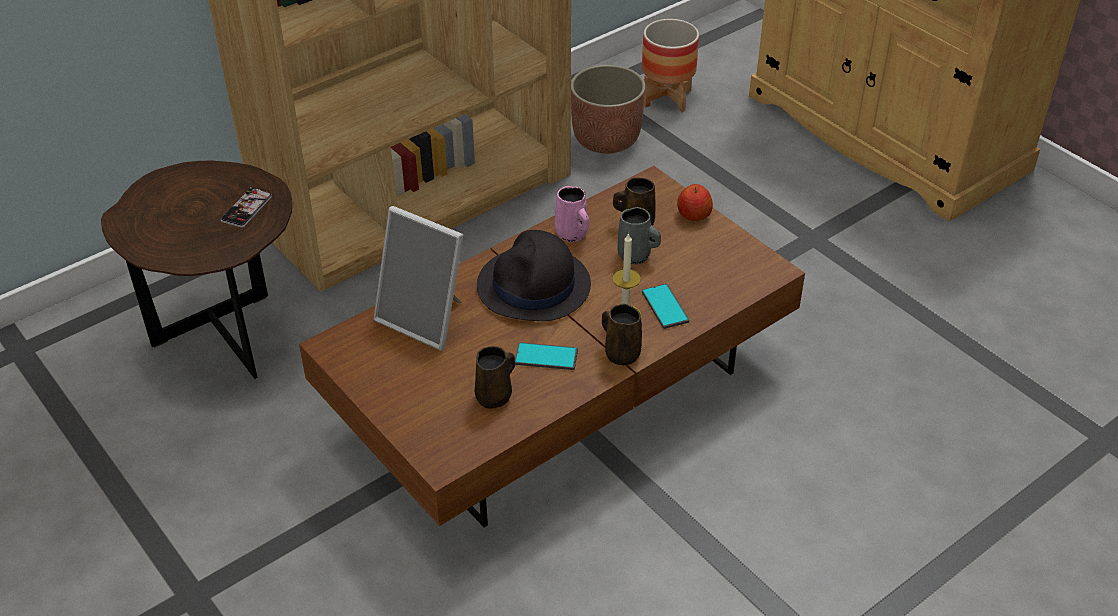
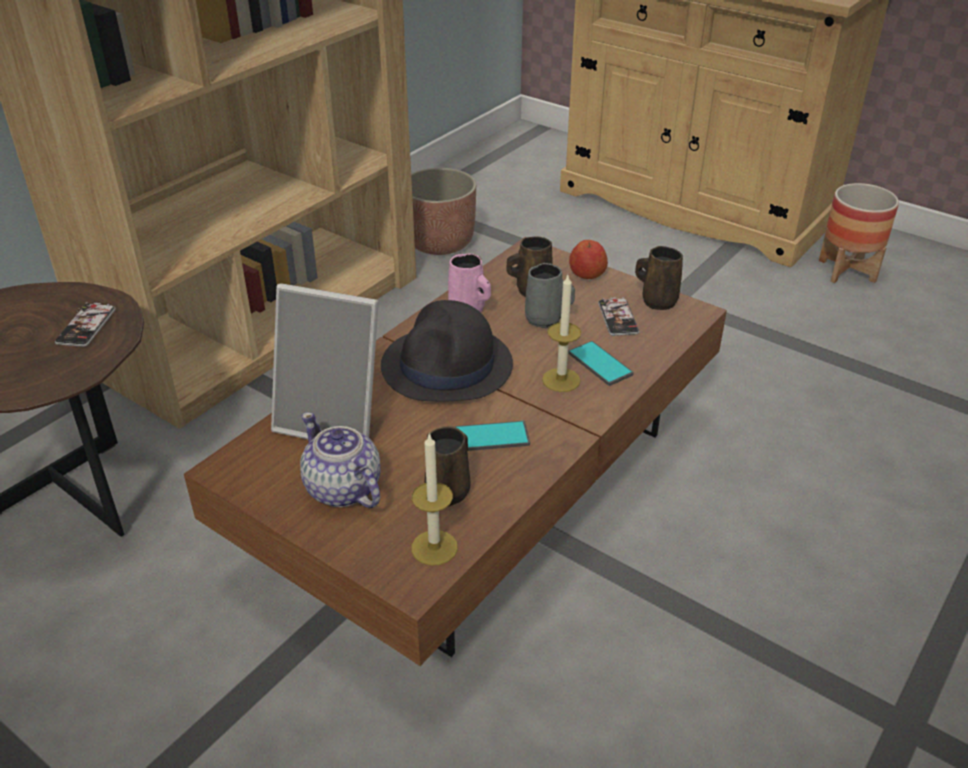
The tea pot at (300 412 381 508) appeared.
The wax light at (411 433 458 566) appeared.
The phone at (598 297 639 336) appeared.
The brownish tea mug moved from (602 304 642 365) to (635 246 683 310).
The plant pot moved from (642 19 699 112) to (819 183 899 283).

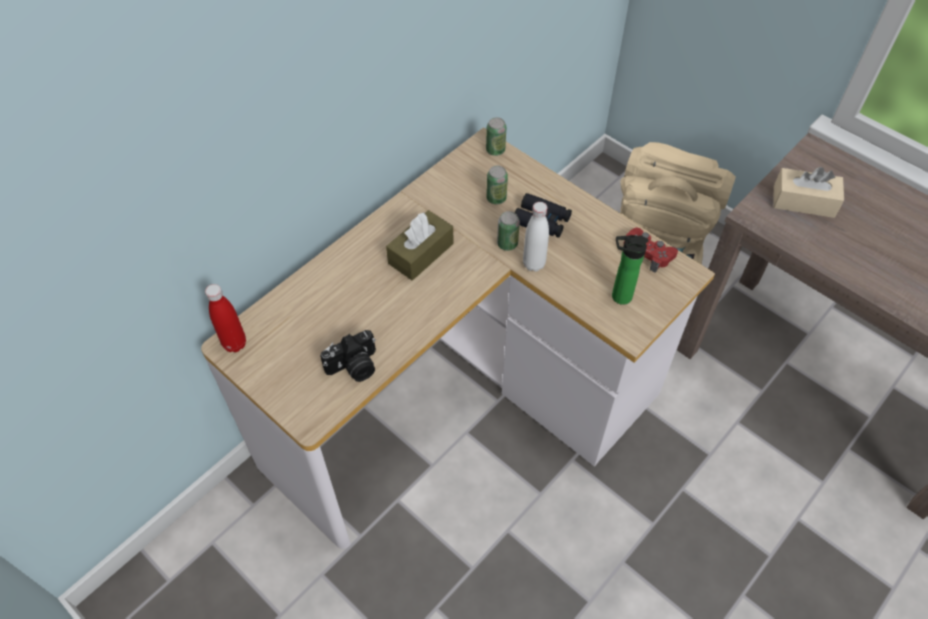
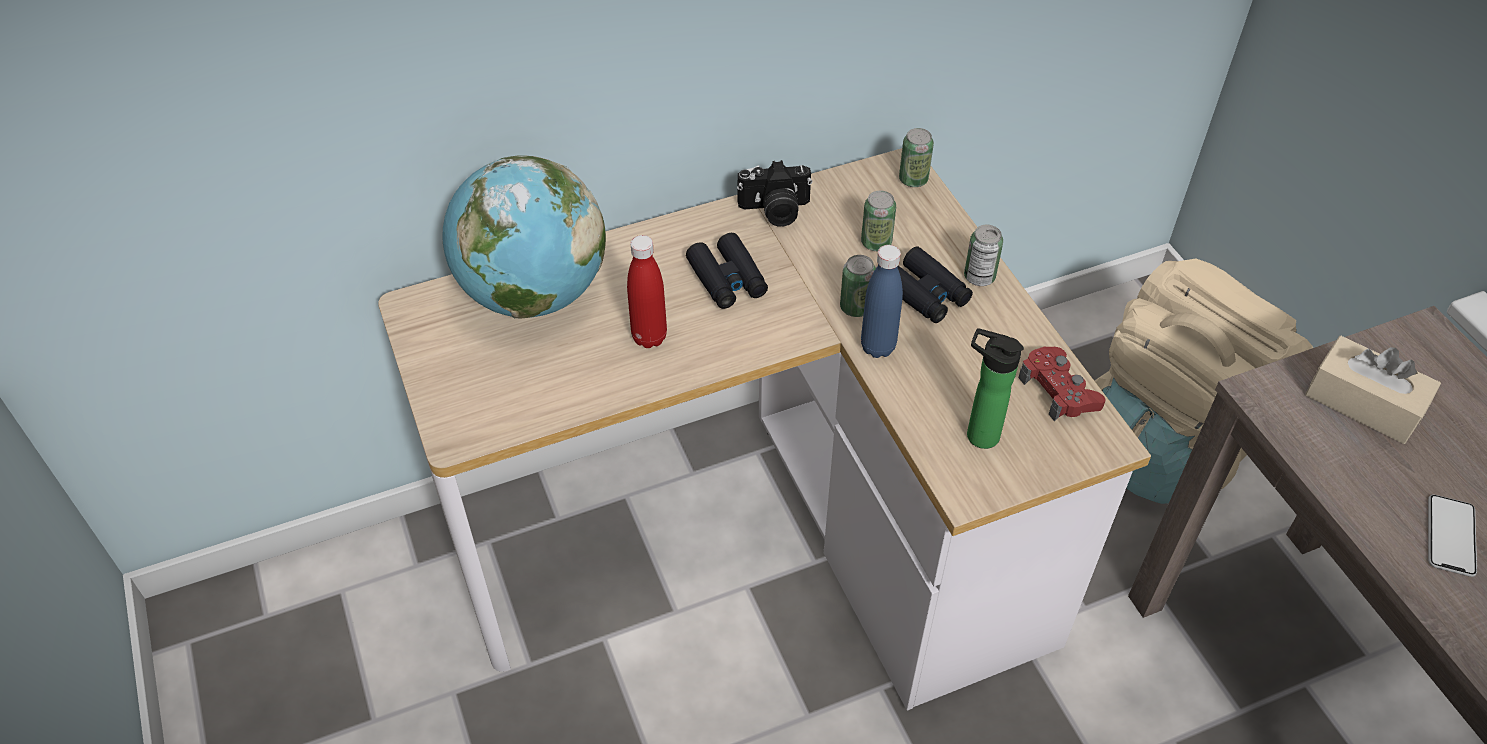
The desk globe at (442 155 606 318) appeared.
The red-coloured drink bottle moved from (205 284 246 352) to (627 235 667 348).
The brownish tissue box at (386 210 454 280) was replaced by the blackish field glasses at (686 233 768 309).
The still camera moved from (320 330 376 382) to (737 160 812 226).
The white-coloured drink bottle at (523 202 549 272) became the blue-coloured drink bottle at (861 245 903 358).
The sealed can at (964 225 1003 286) appeared.
The phone at (1428 495 1477 577) appeared.

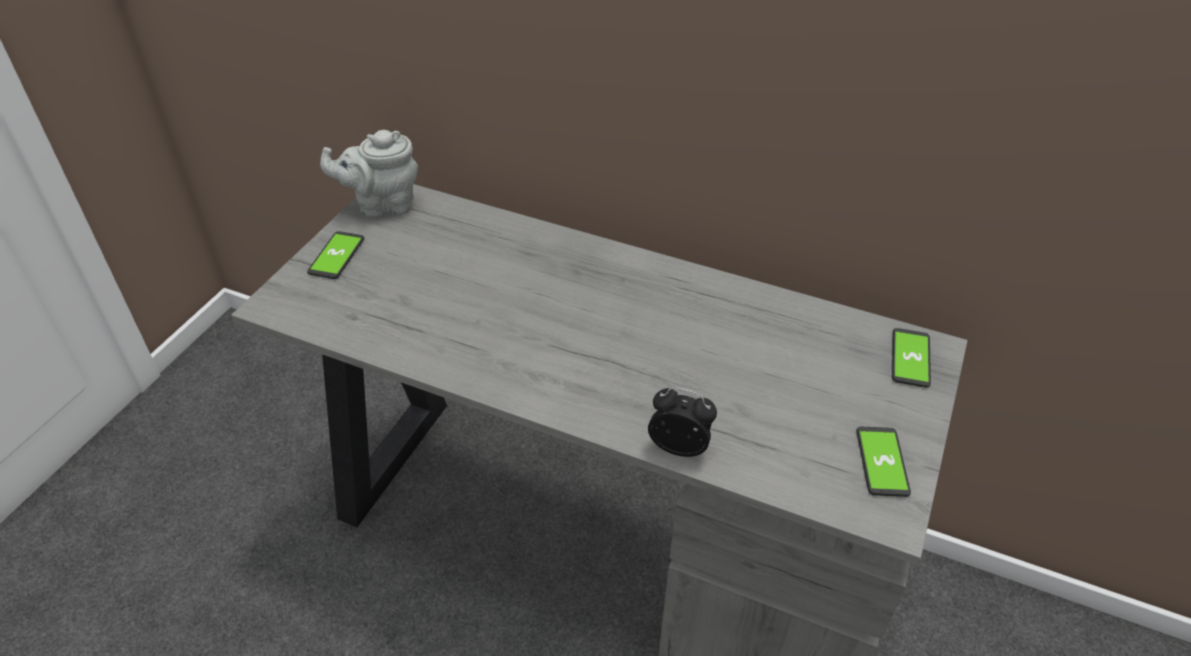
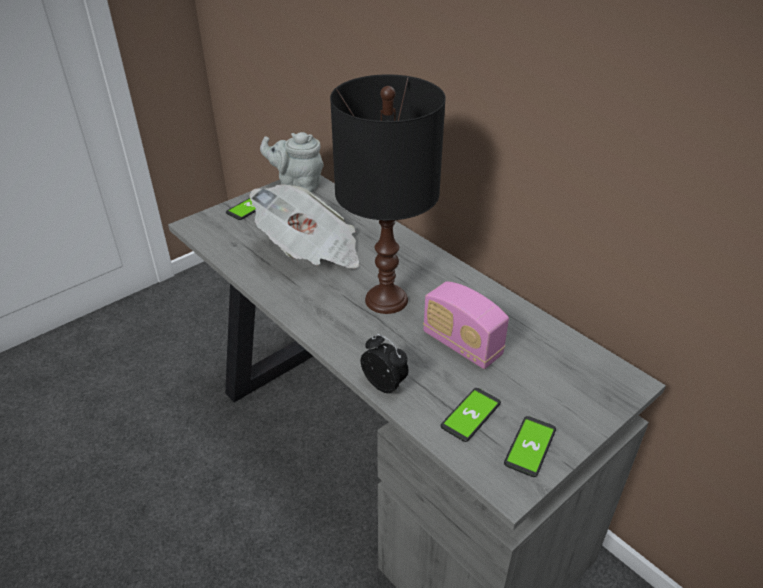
The printed paper at (249 185 359 269) appeared.
The blackish table lamp at (330 74 446 314) appeared.
The radio receiver at (423 281 509 369) appeared.
The phone moved from (892 328 931 388) to (441 388 501 442).

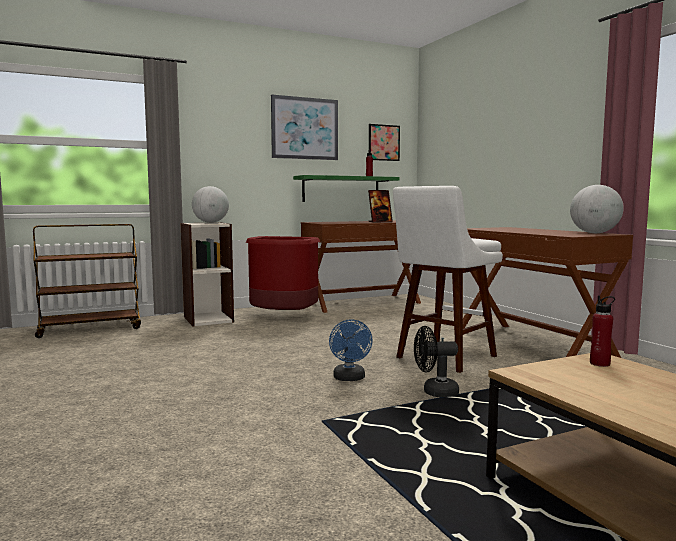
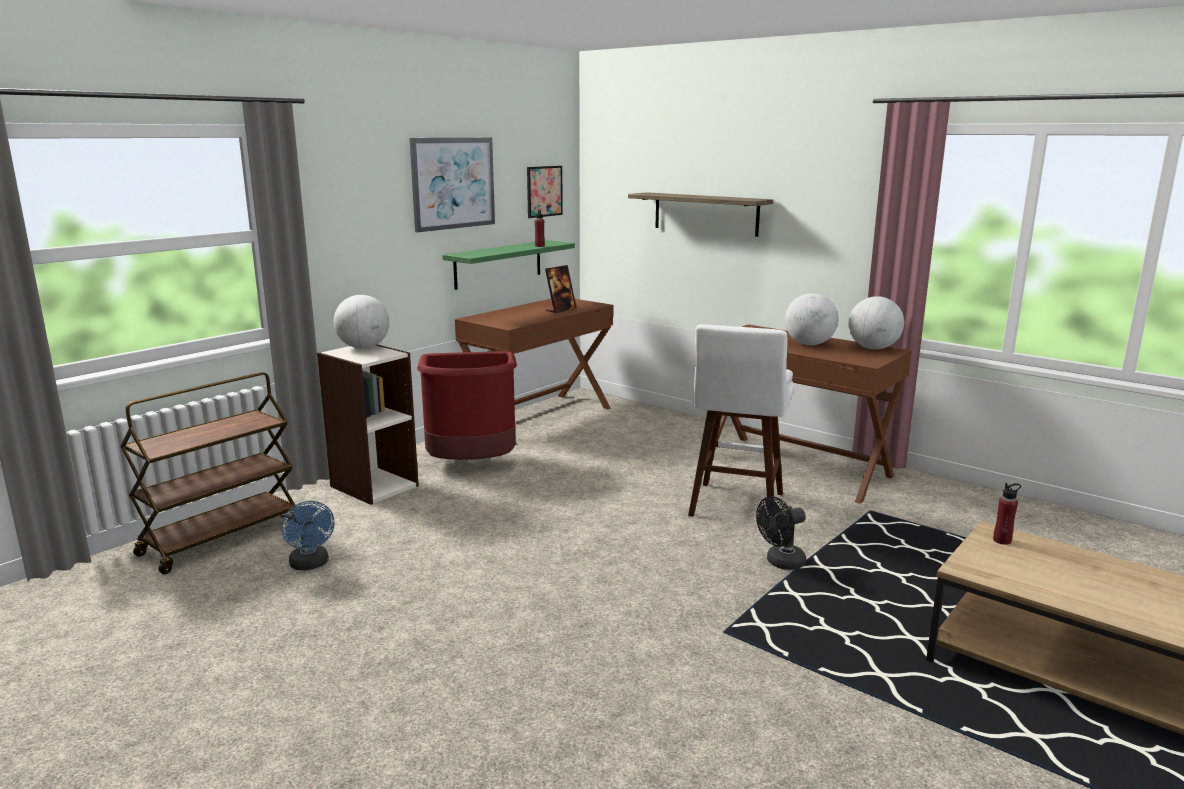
The blue-coloured cooling fan moved from (329 319 373 381) to (281 501 335 570).
The wall shelf at (628 192 773 237) appeared.
The desk globe at (785 293 838 345) appeared.

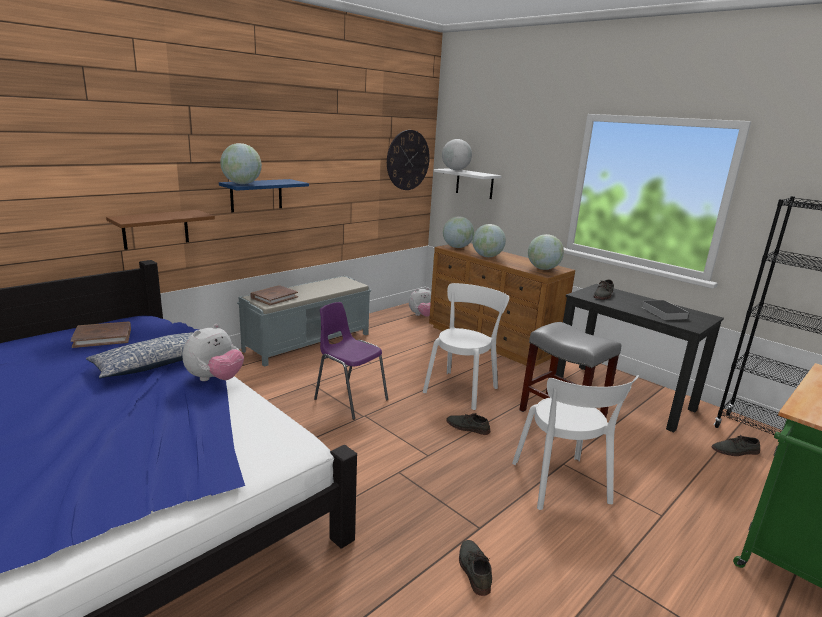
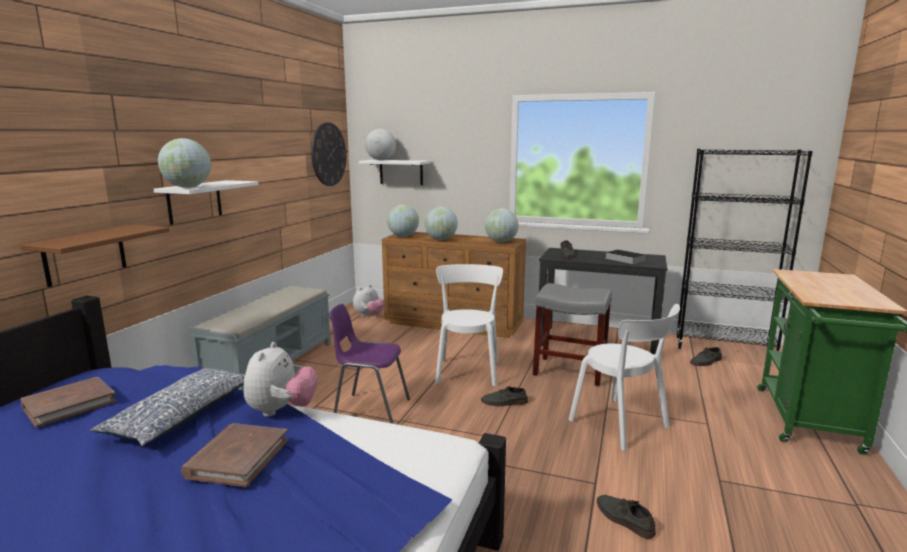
The blue-coloured wall shelf at (219 179 309 212) became the white-coloured wall shelf at (154 180 259 225).
The brownish book moved from (250 285 298 305) to (181 423 288 487).

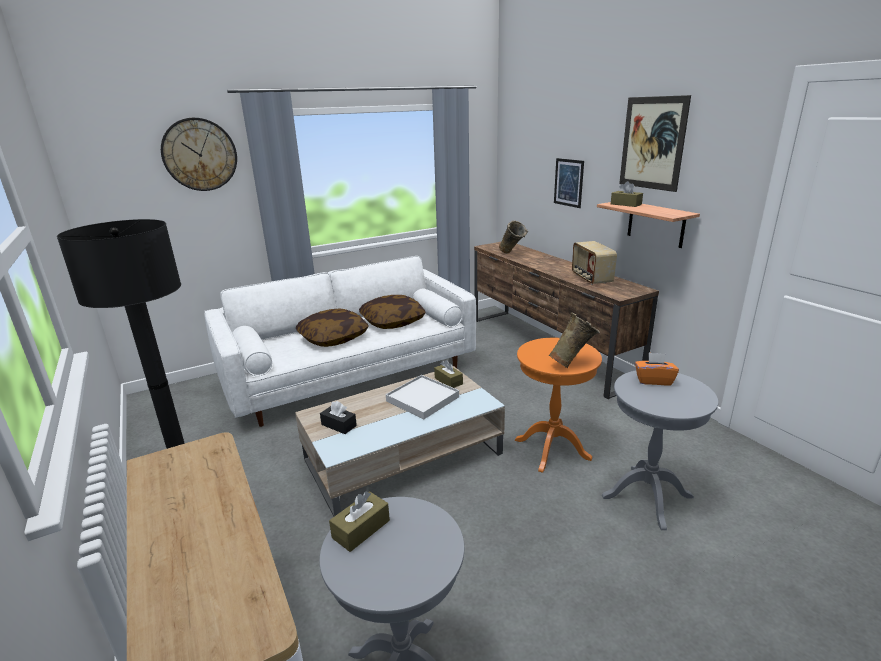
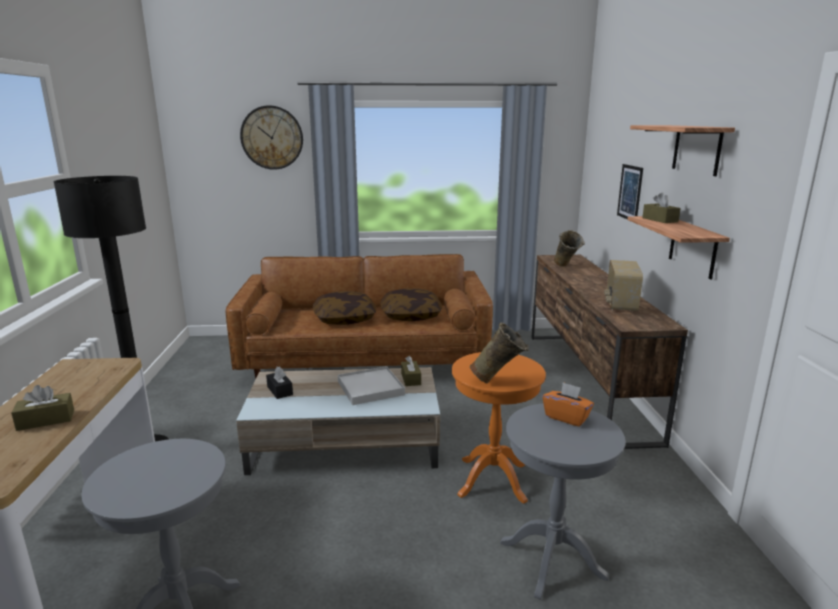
The brownish tissue box moved from (329 491 390 552) to (11 385 74 431).
The white-coloured sofa at (204 256 476 427) became the brownish sofa at (226 254 493 379).
The wall art at (619 95 691 192) was replaced by the wall shelf at (630 125 735 176).

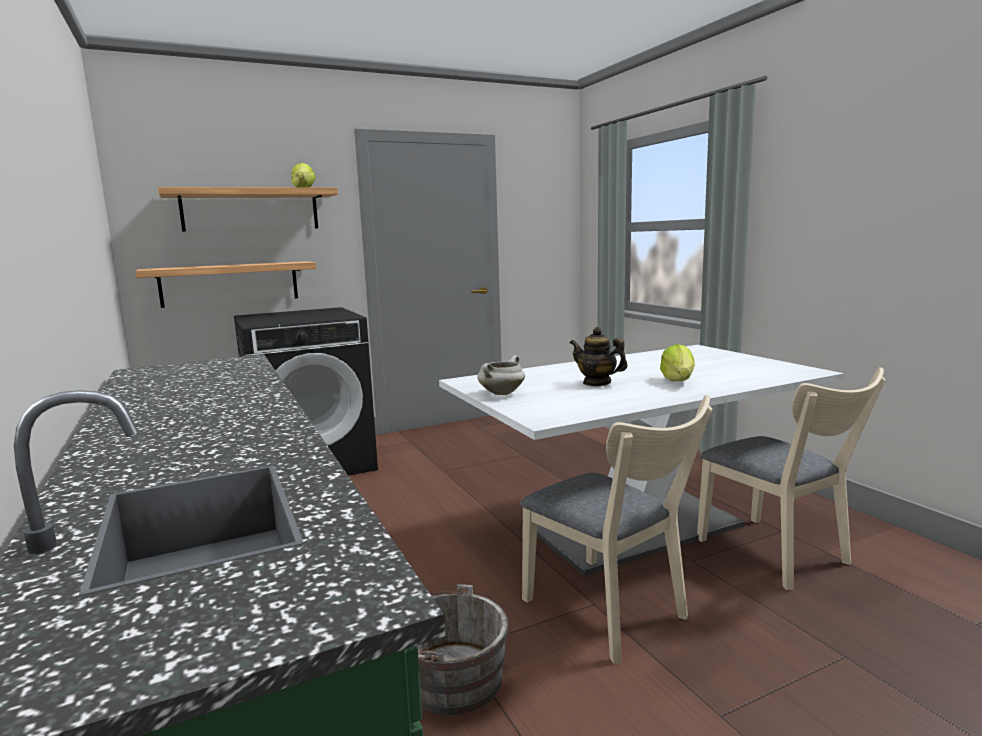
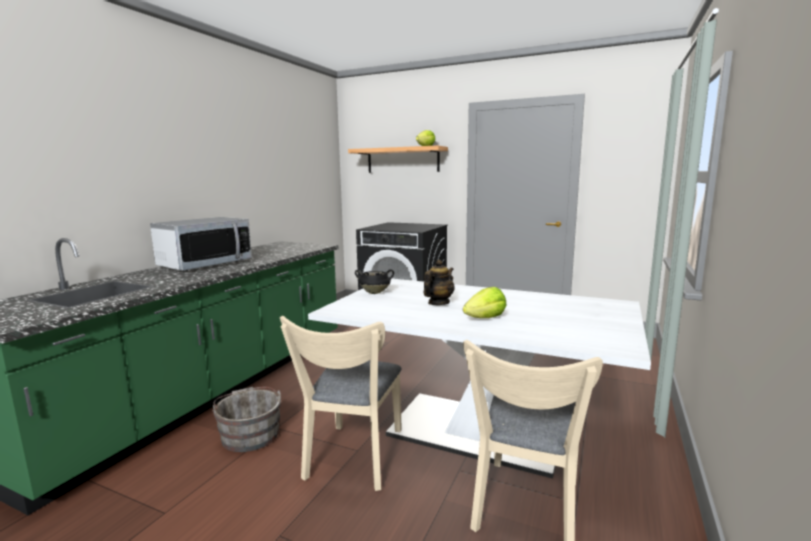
The microwave at (150 217 252 271) appeared.
The white-coloured saucepot at (477 356 525 395) became the blackish saucepot at (355 269 394 294).
The tea pot at (570 327 628 386) turned 45 degrees clockwise.
The wall shelf at (135 261 316 308) disappeared.

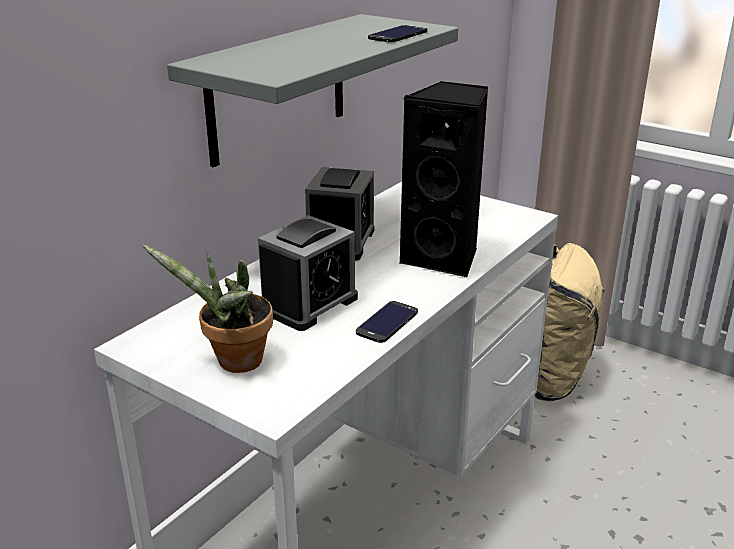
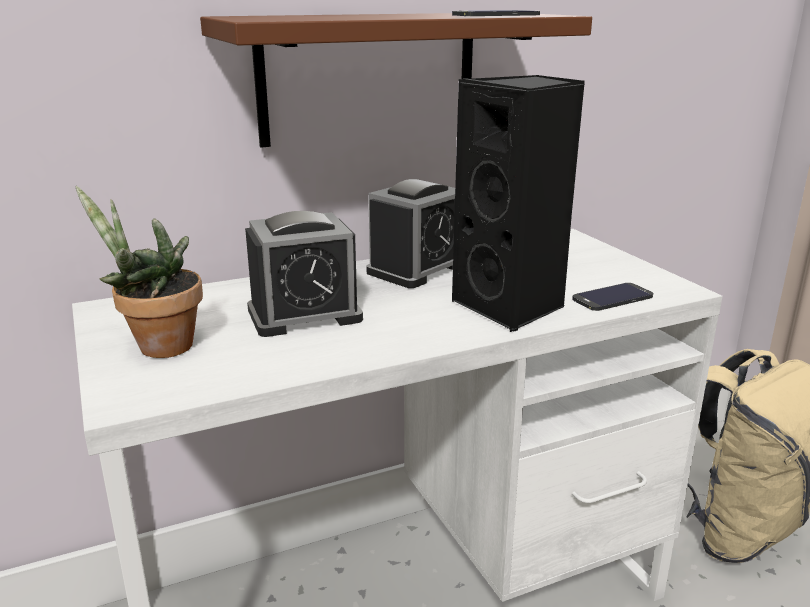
The grey wall shelf at (167 14 458 167) became the brownish wall shelf at (200 13 592 148).
The phone moved from (356 301 418 343) to (572 283 653 311).

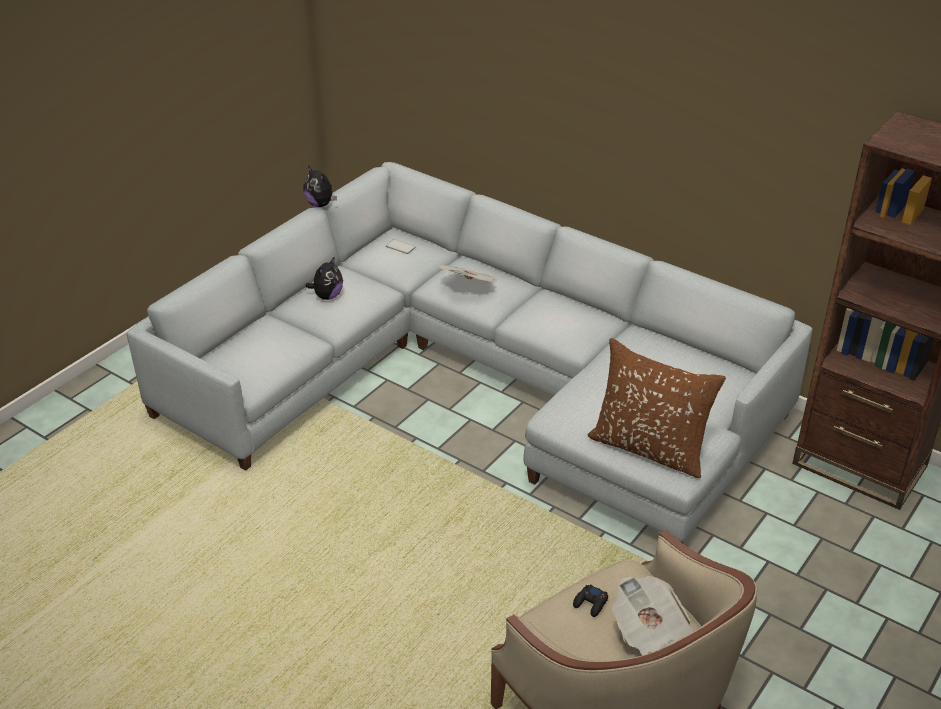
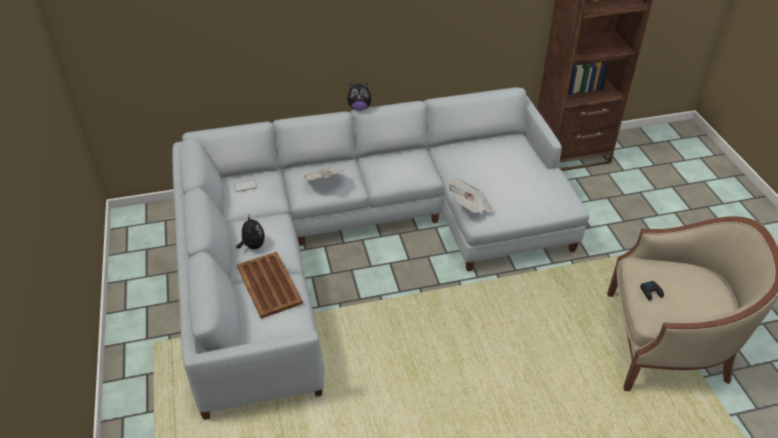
The brownish tray at (237 252 303 319) appeared.
The plush toy moved from (303 166 337 207) to (347 83 373 111).
The printed paper moved from (612 576 695 655) to (447 179 495 214).
The brownish cushion at (588 338 726 479) disappeared.

